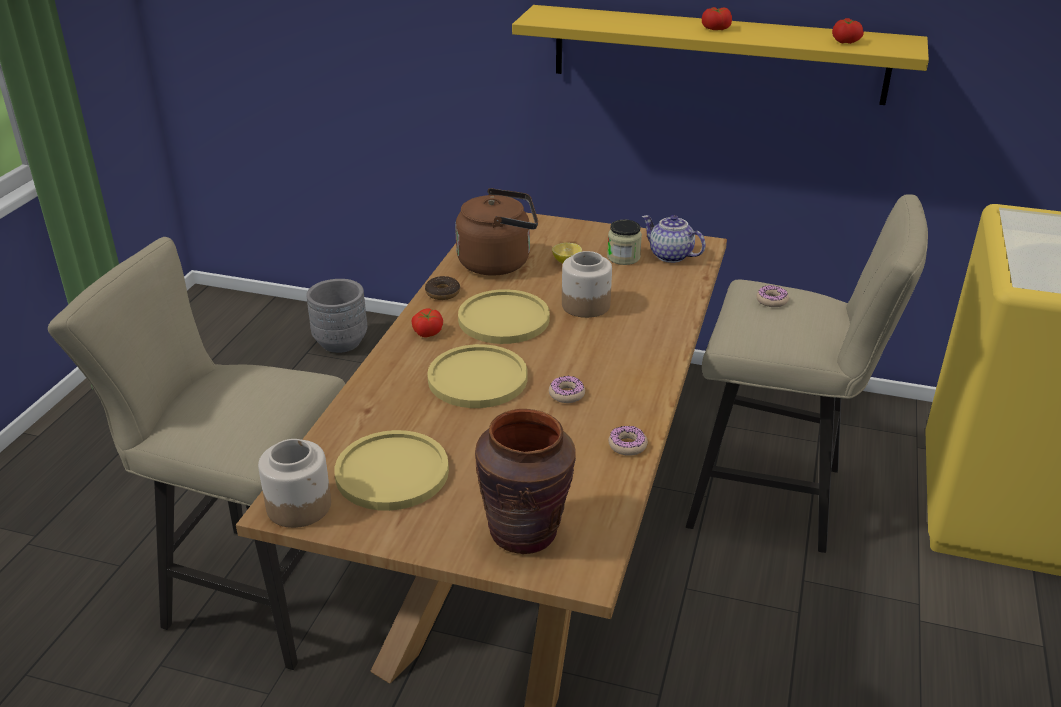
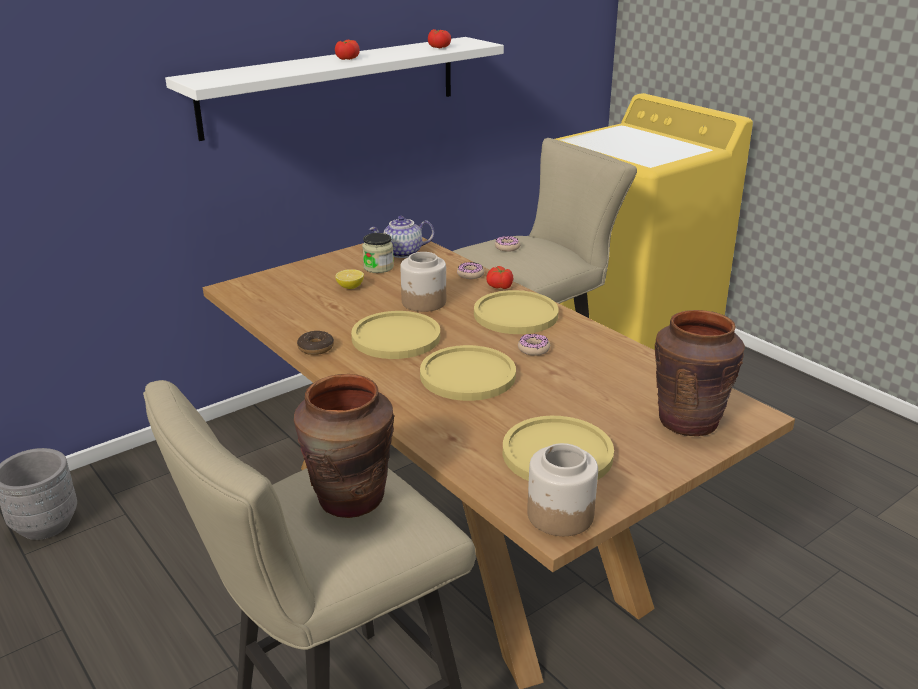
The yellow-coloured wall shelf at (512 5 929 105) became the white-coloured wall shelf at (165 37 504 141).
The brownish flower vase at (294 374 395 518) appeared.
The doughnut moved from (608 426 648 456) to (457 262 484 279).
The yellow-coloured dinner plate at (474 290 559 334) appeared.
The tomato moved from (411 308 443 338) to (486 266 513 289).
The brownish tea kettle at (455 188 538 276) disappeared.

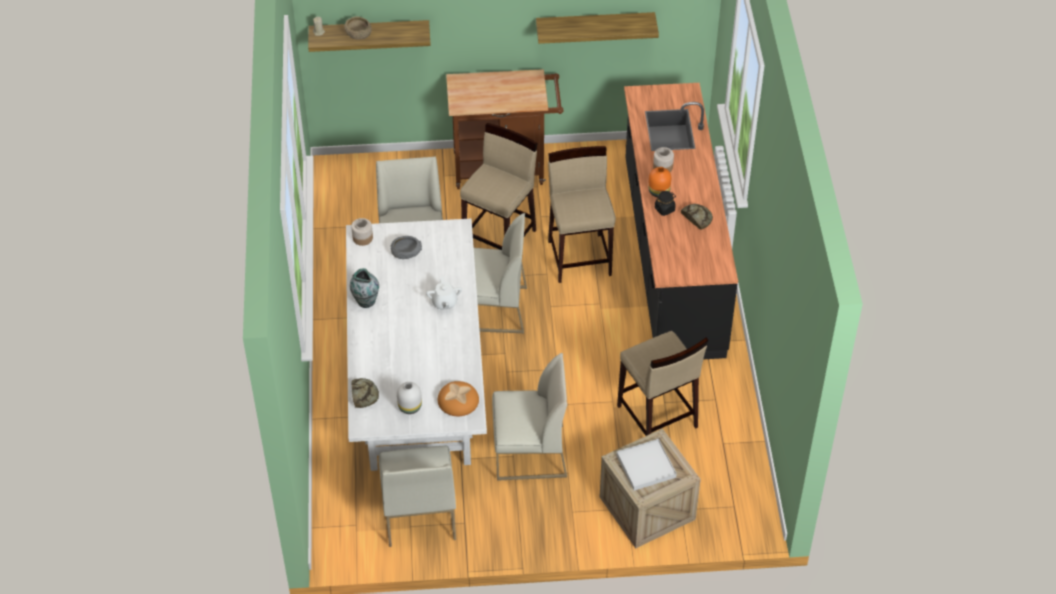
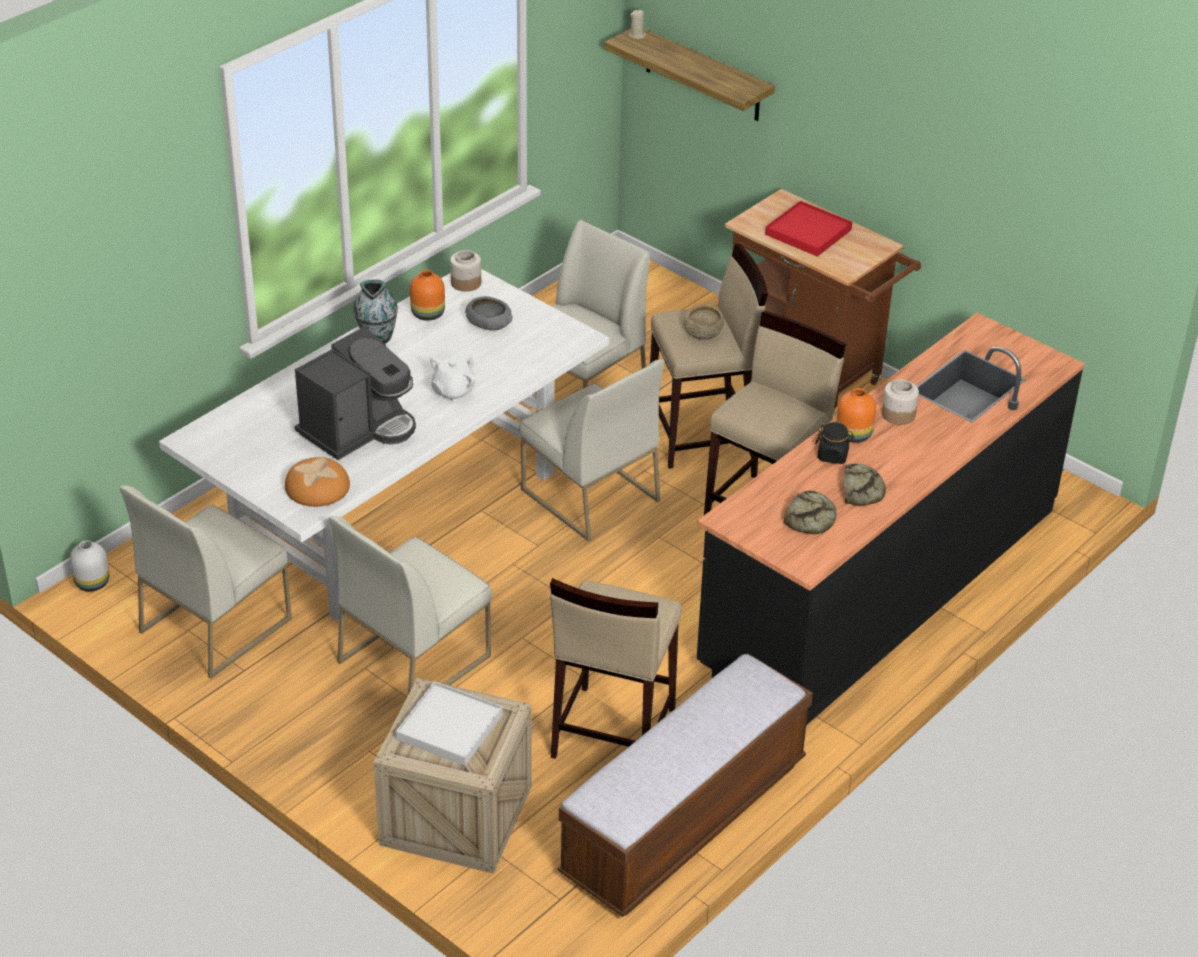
The white-coloured flower vase moved from (397 382 422 414) to (70 541 109 592).
The coffee brewer at (294 326 416 460) appeared.
The white-coloured chair at (492 353 567 481) turned 90 degrees clockwise.
The orange flower vase at (410 270 445 321) appeared.
The indoor bench at (558 654 813 917) appeared.
The beige-coloured bowl moved from (344 16 372 40) to (684 305 724 340).
The red-coloured tray at (765 201 852 257) appeared.
The bakery bread moved from (351 378 379 408) to (784 491 836 534).
The wall shelf at (536 12 659 44) disappeared.

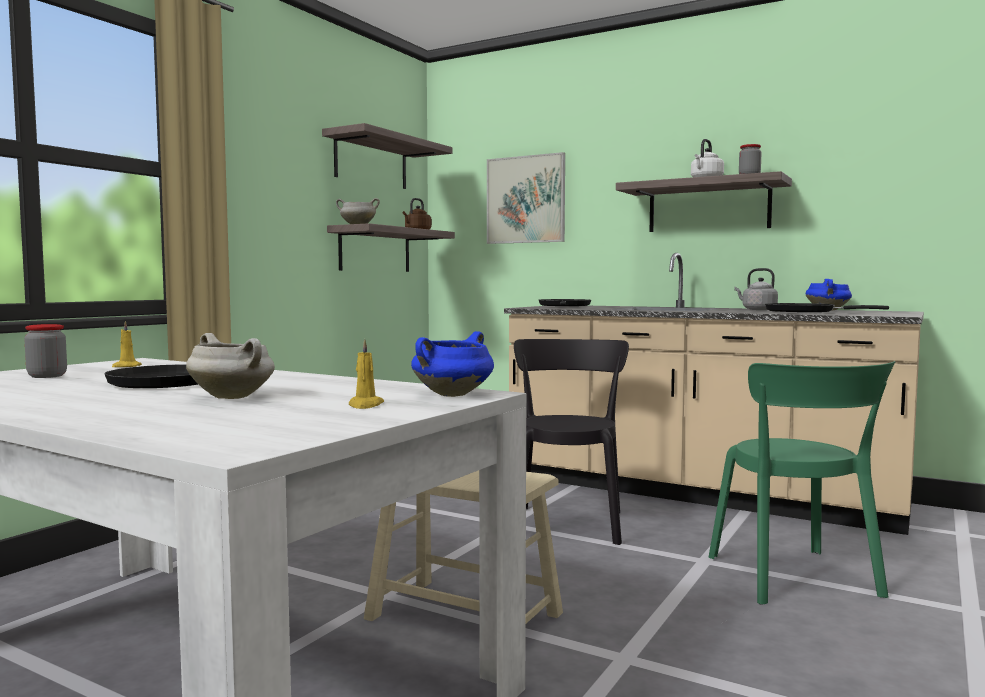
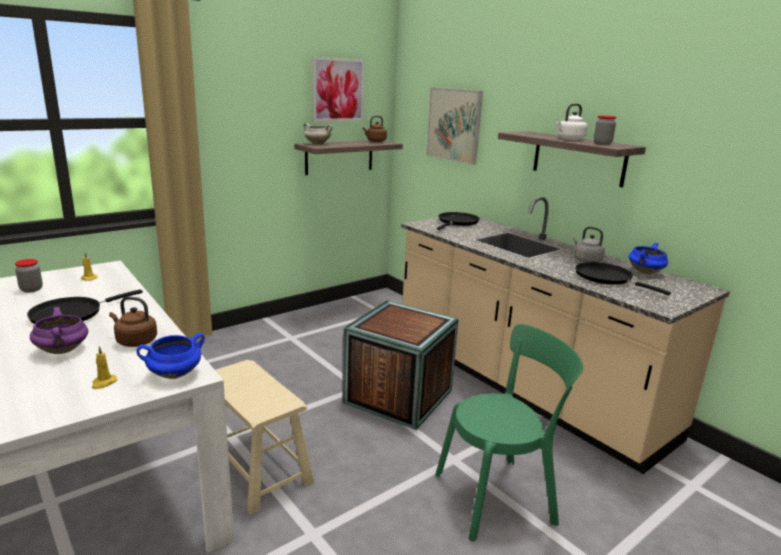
The white-coloured saucepot at (186 333 275 399) became the purple saucepot at (30 307 88 354).
The brownish tea kettle at (109 296 157 347) appeared.
The wall shelf at (322 123 452 189) was replaced by the wall art at (312 57 365 122).
The blackish chair at (514 339 629 545) was replaced by the crate at (342 300 459 430).
The greenish chair at (709 361 895 605) turned 120 degrees counterclockwise.

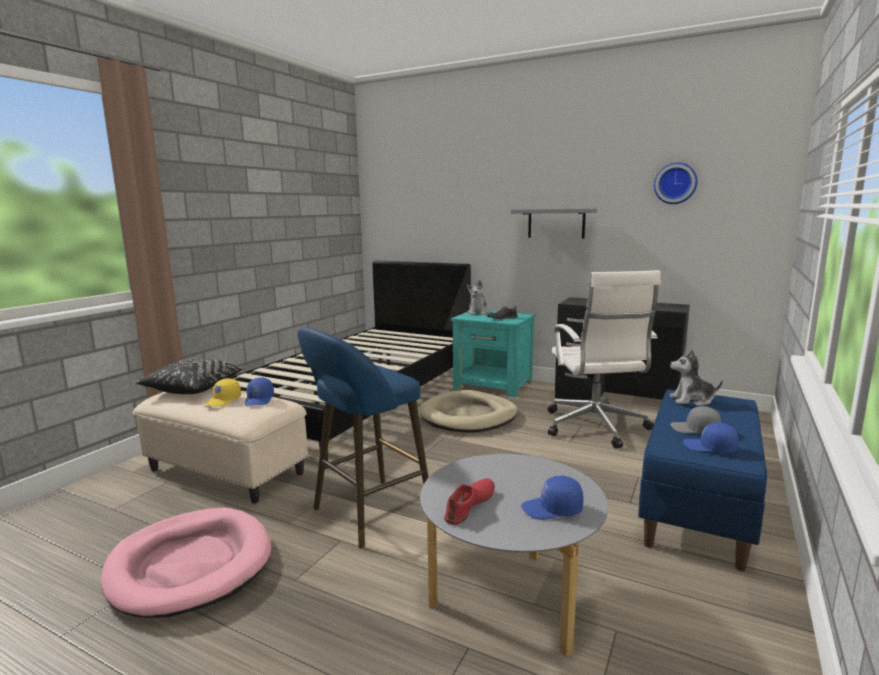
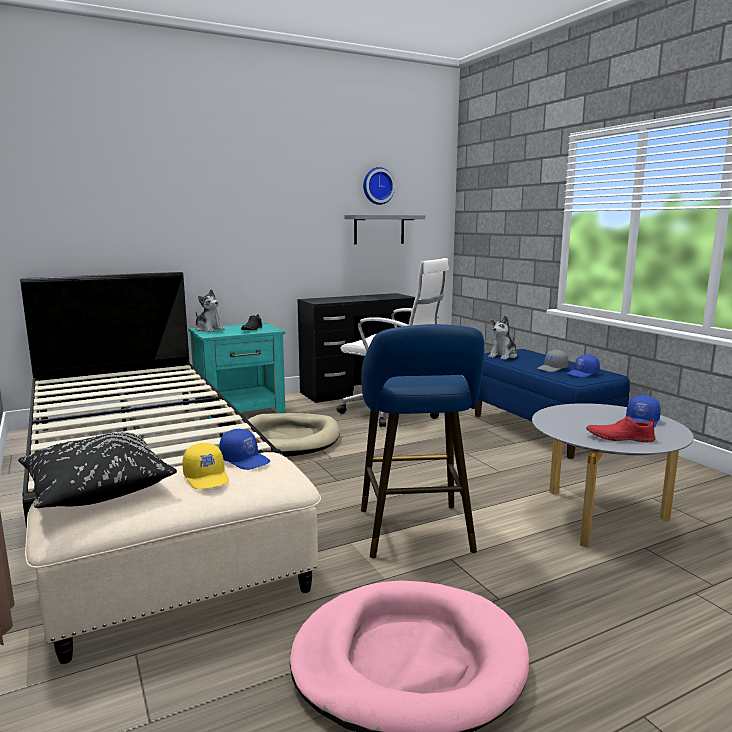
The grey wall shelf moved from (511 208 597 238) to (344 215 425 244).
The red-coloured item of footwear at (444 478 495 525) turned 60 degrees counterclockwise.

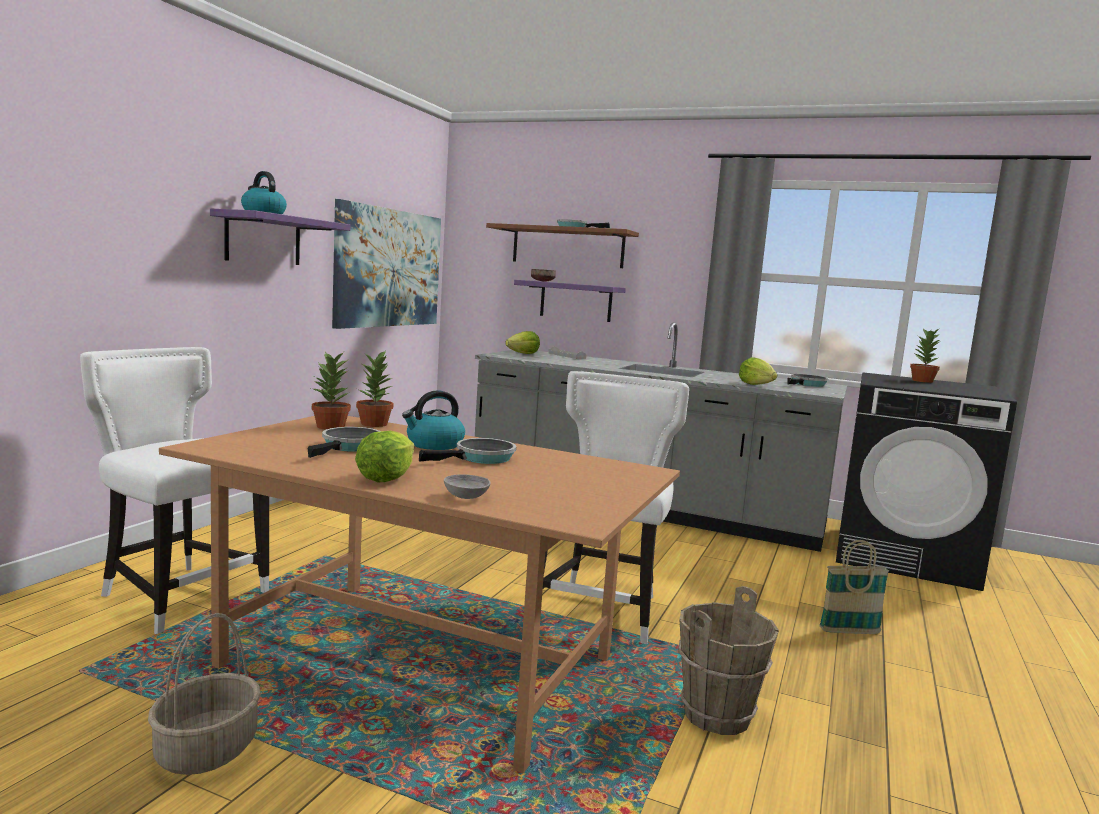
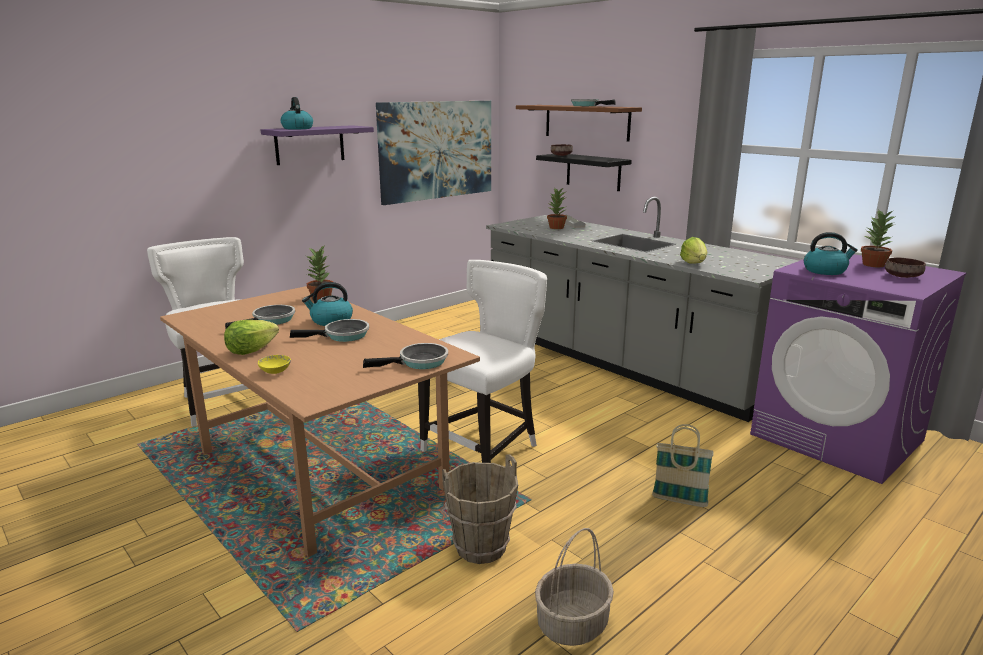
The grey bowl at (444 474 491 499) became the yellow-coloured bowl at (258 355 291 374).
The skillet moved from (787 374 829 387) to (363 343 448 369).
The basket moved from (148 613 261 775) to (535 528 614 646).
The purple wall shelf at (514 280 626 322) became the blackish wall shelf at (536 154 632 191).
The houseplant moved from (311 352 351 430) to (547 188 567 229).
The blackish laundry machine at (836 372 1017 591) became the purple laundry machine at (750 254 966 484).
The tea kettle at (804 232 858 275) appeared.
The brownish bowl at (885 258 926 278) appeared.
The lettuce head at (505 331 540 354) disappeared.

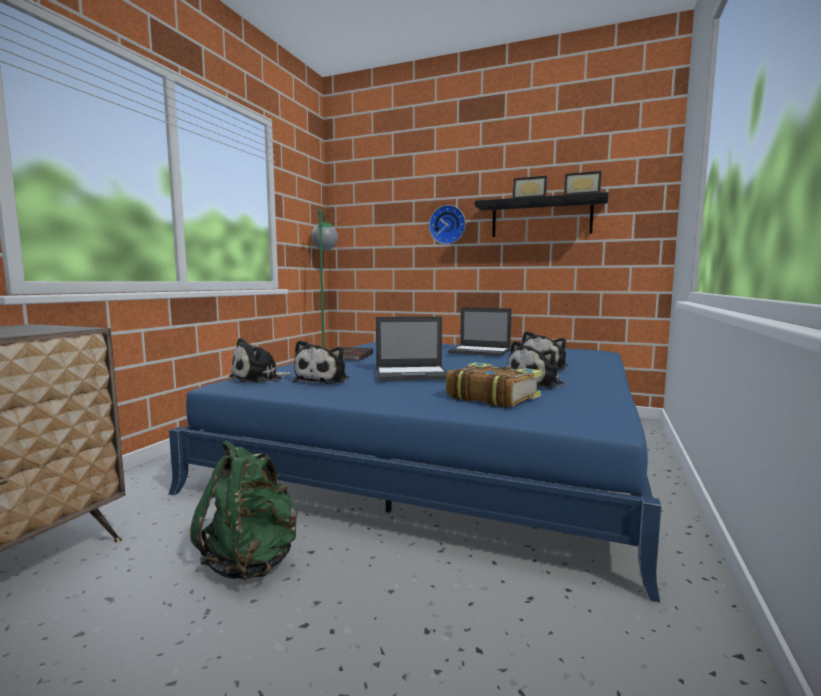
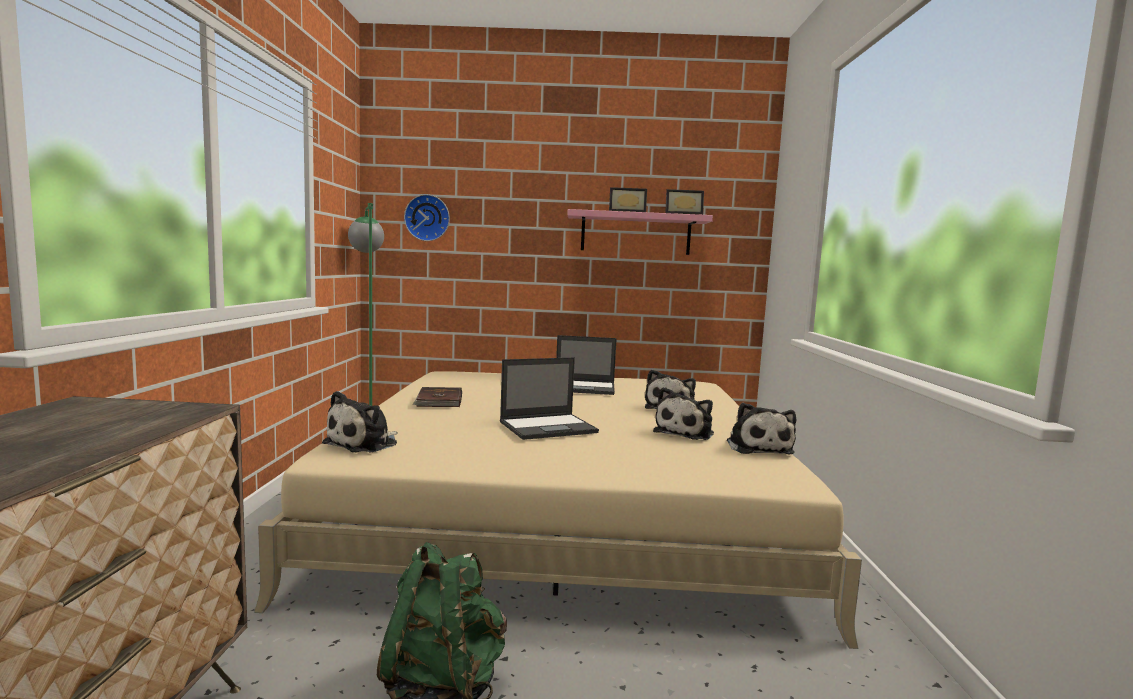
The blue-coloured sleeping bed at (169 342 662 603) became the beige-coloured sleeping bed at (254 371 862 649).
The wall clock moved from (429 205 466 244) to (404 194 450 241).
The blackish wall shelf at (475 192 609 237) became the pink wall shelf at (567 209 713 255).
The plush toy moved from (293 340 349 384) to (727 403 796 454).
The book at (446 362 542 408) disappeared.

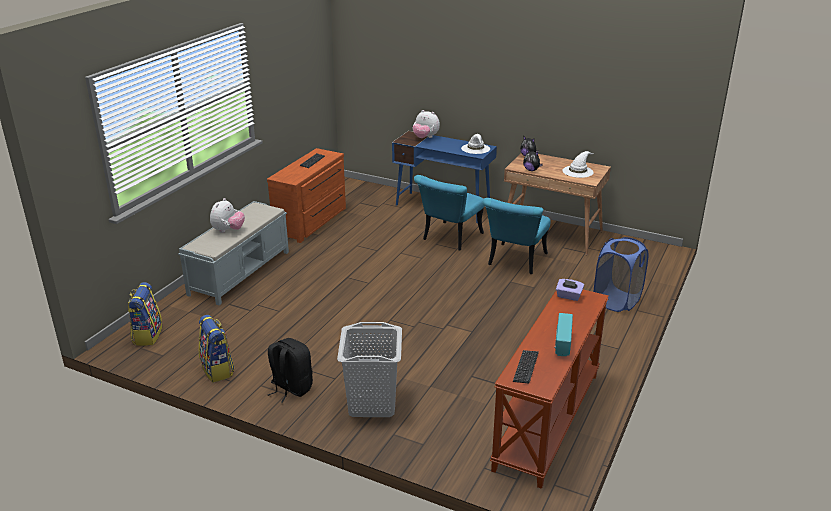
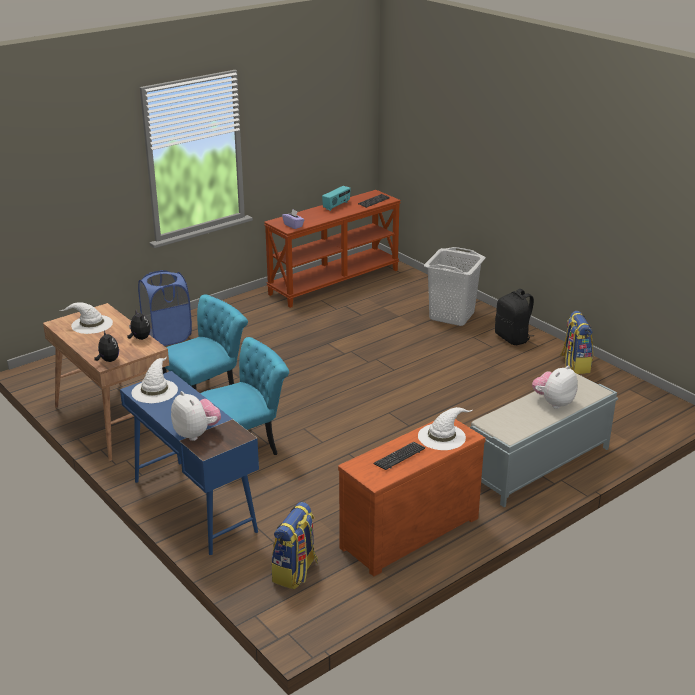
The backpack moved from (127 282 162 346) to (271 502 318 589).
The white-coloured clothing hat at (418 407 473 450) appeared.

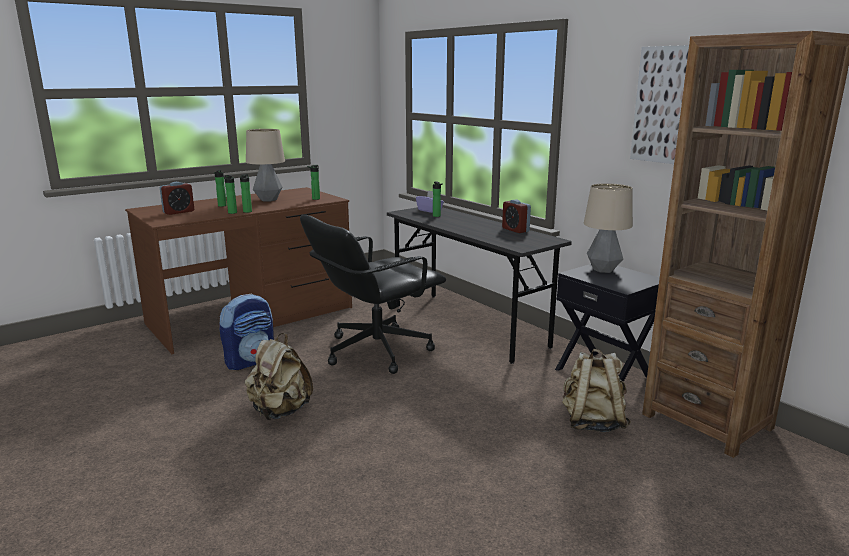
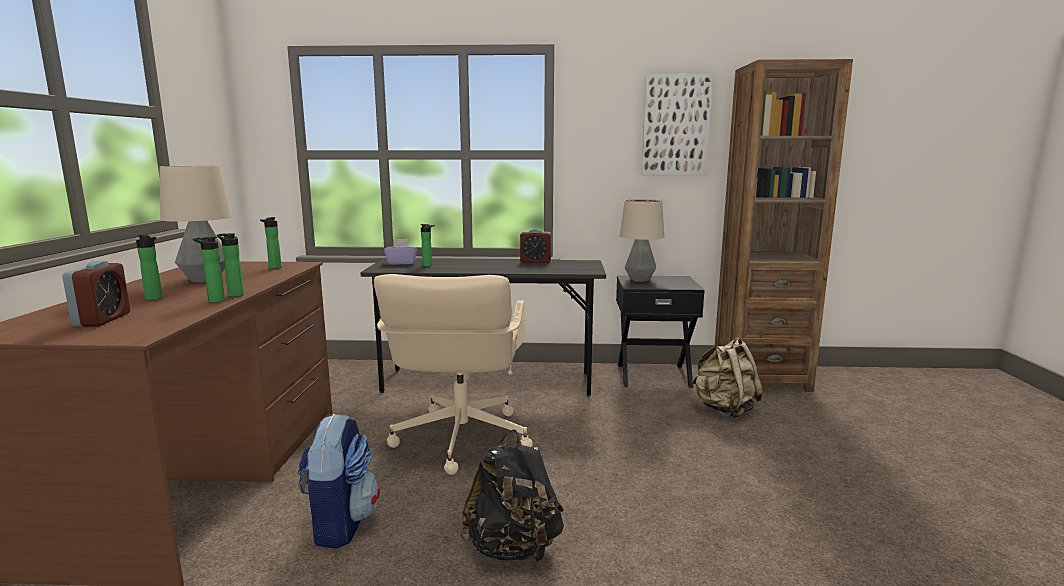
The blackish computer chair at (300 215 446 374) became the beige-coloured computer chair at (374 274 533 475).
The beige-coloured backpack at (245 333 313 420) became the blackish backpack at (460 429 564 563).

